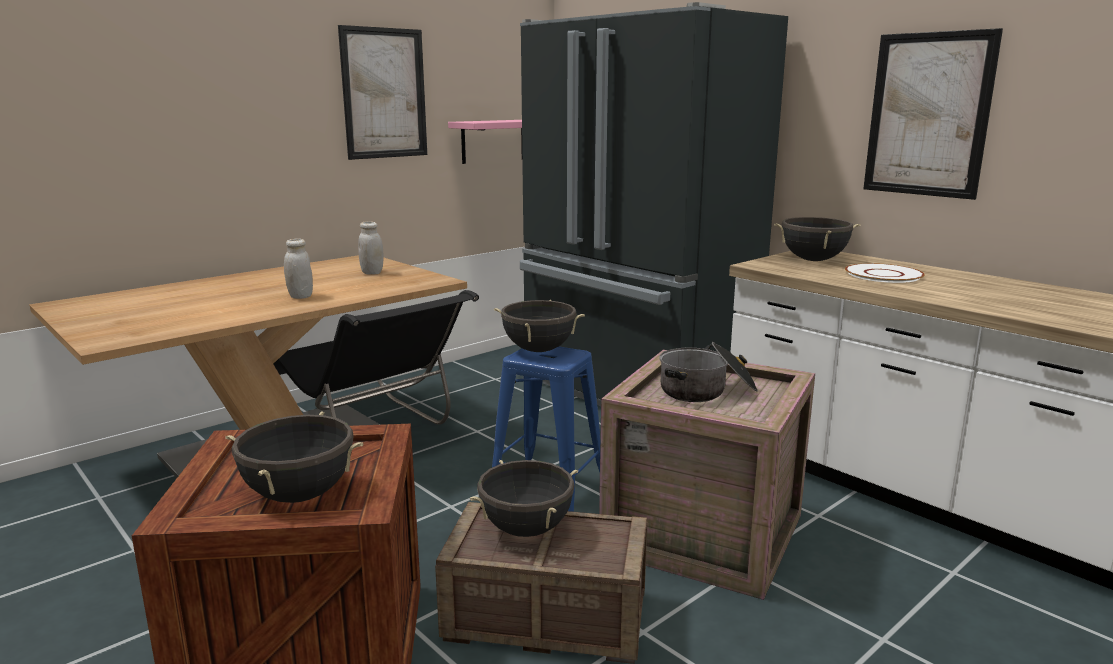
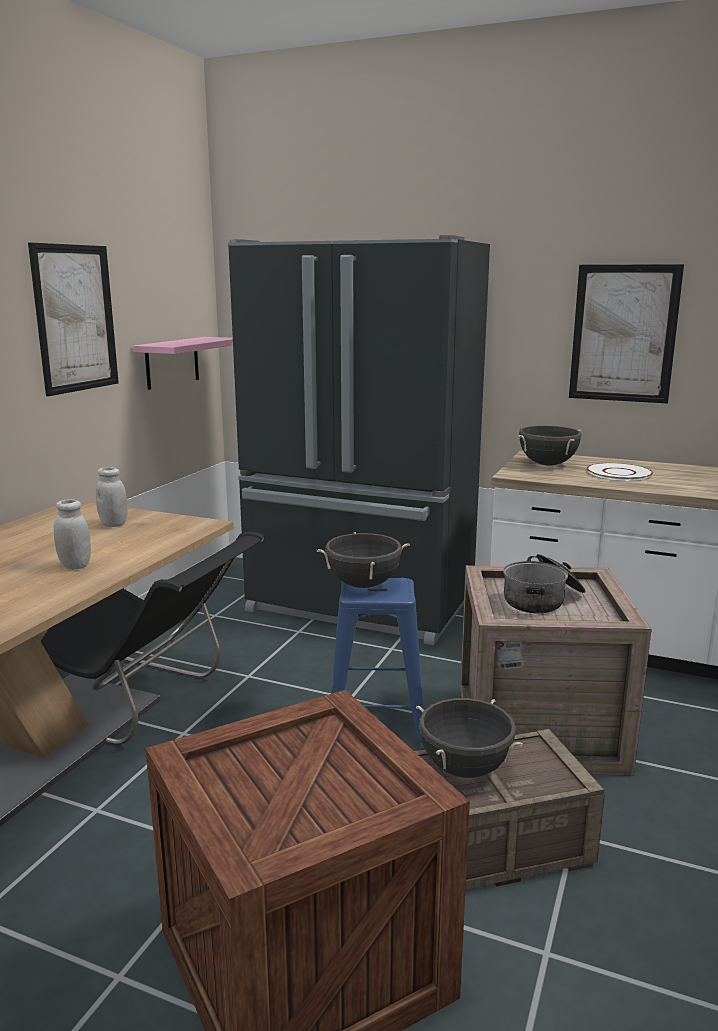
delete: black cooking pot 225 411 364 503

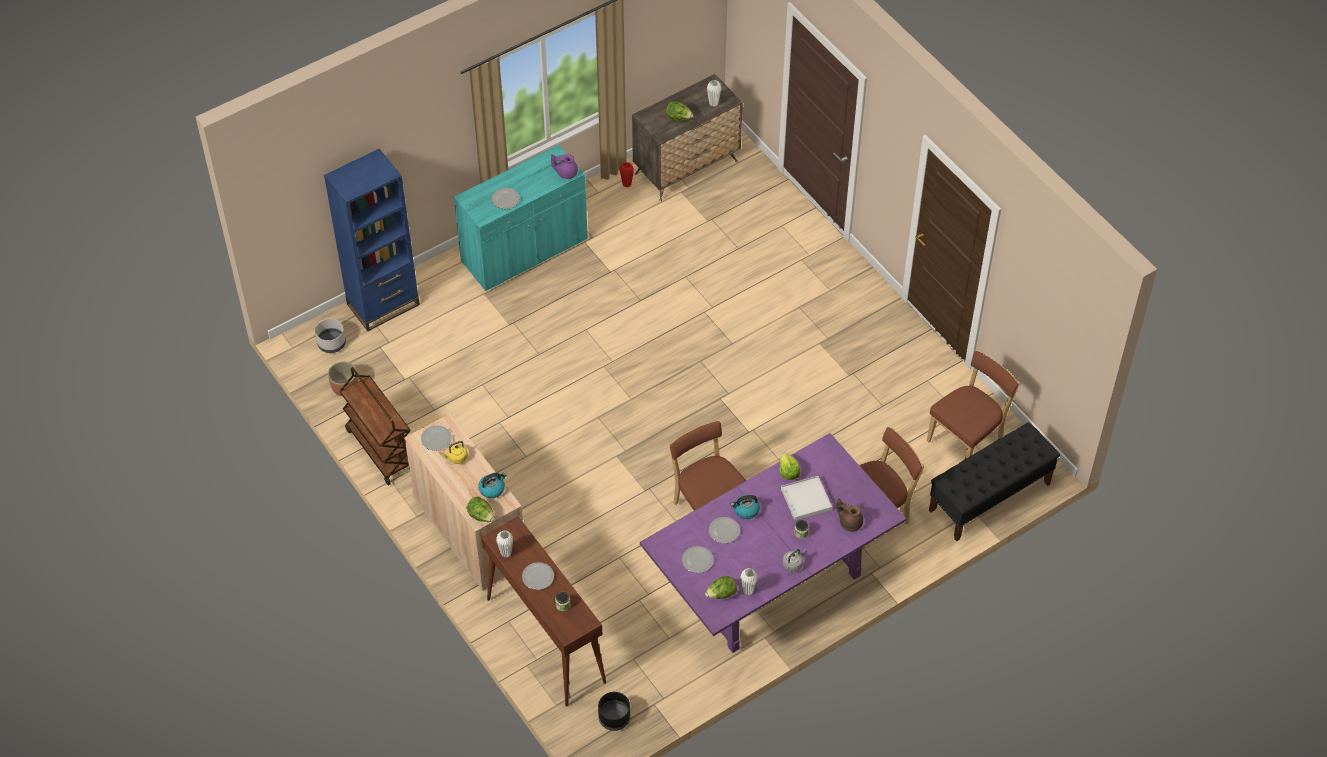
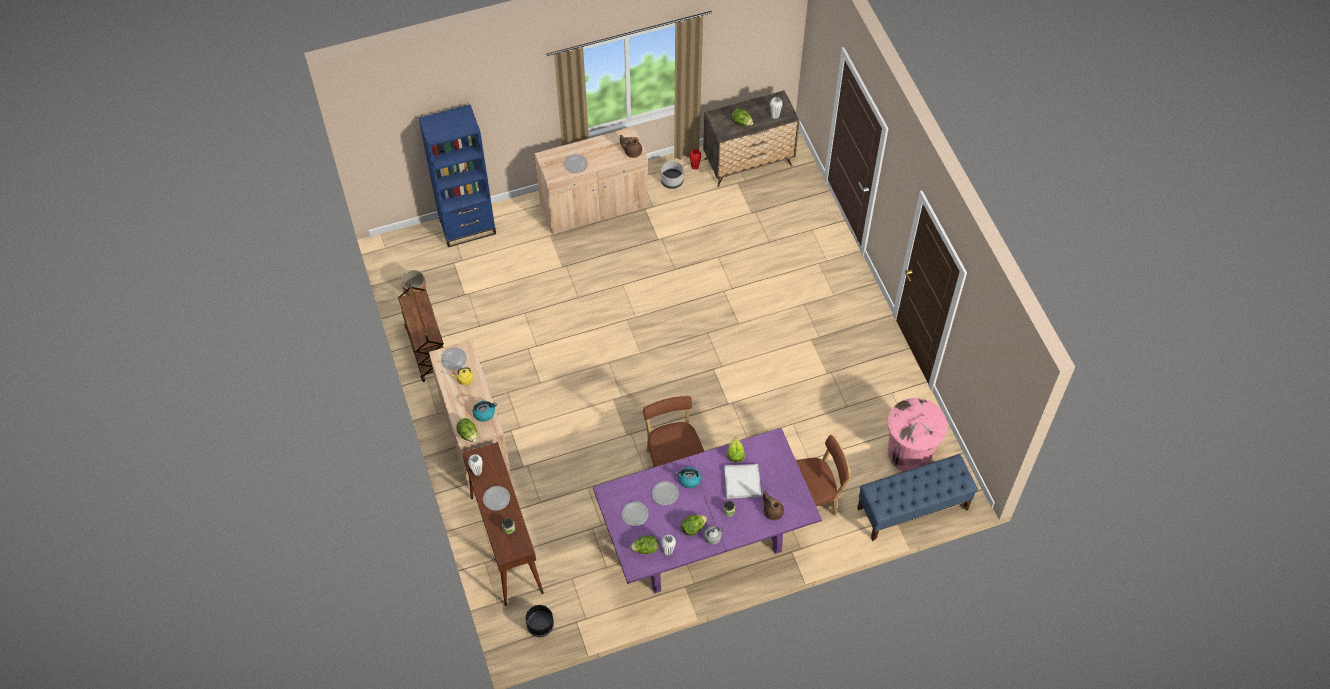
insert: lettuce 681 515 707 536
move: grey planter 315 319 346 353 to 661 161 684 189
replace: brown chair 927 351 1020 459 to pink trash can 888 398 947 472
recolor: turquoise cabinet 454 145 588 291 to beige cabinet 535 126 648 234; purple teapot 551 154 578 179 to brown teapot 620 135 642 158; black bench 929 422 1060 541 to blue bench 857 454 978 541

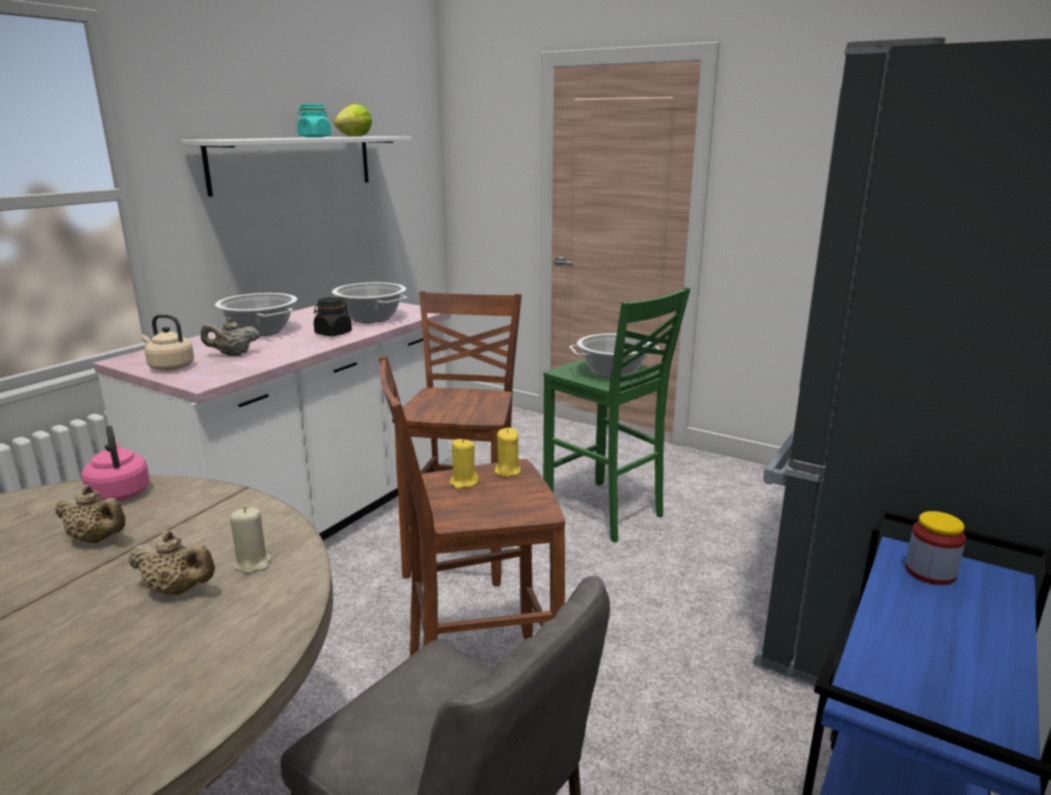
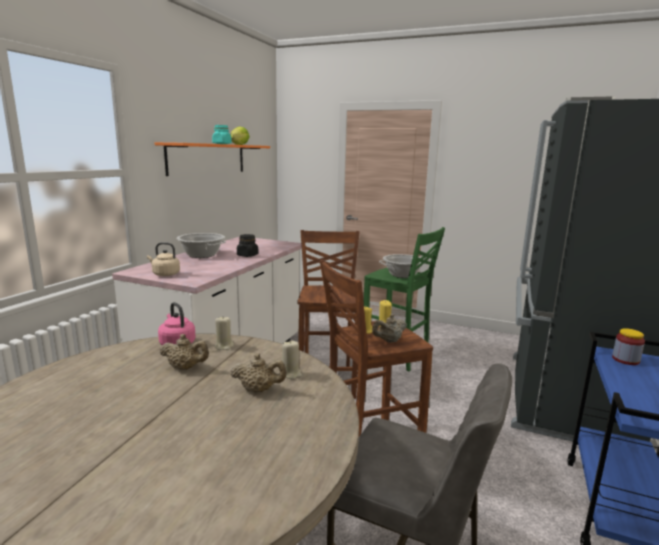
delete: cooking pot 332 282 407 323
insert: beige candle 215 317 234 350
move: beige teapot 201 318 260 356 to 372 314 407 342
recolor: white shelf 181 136 412 197 to orange shelf 155 142 270 176

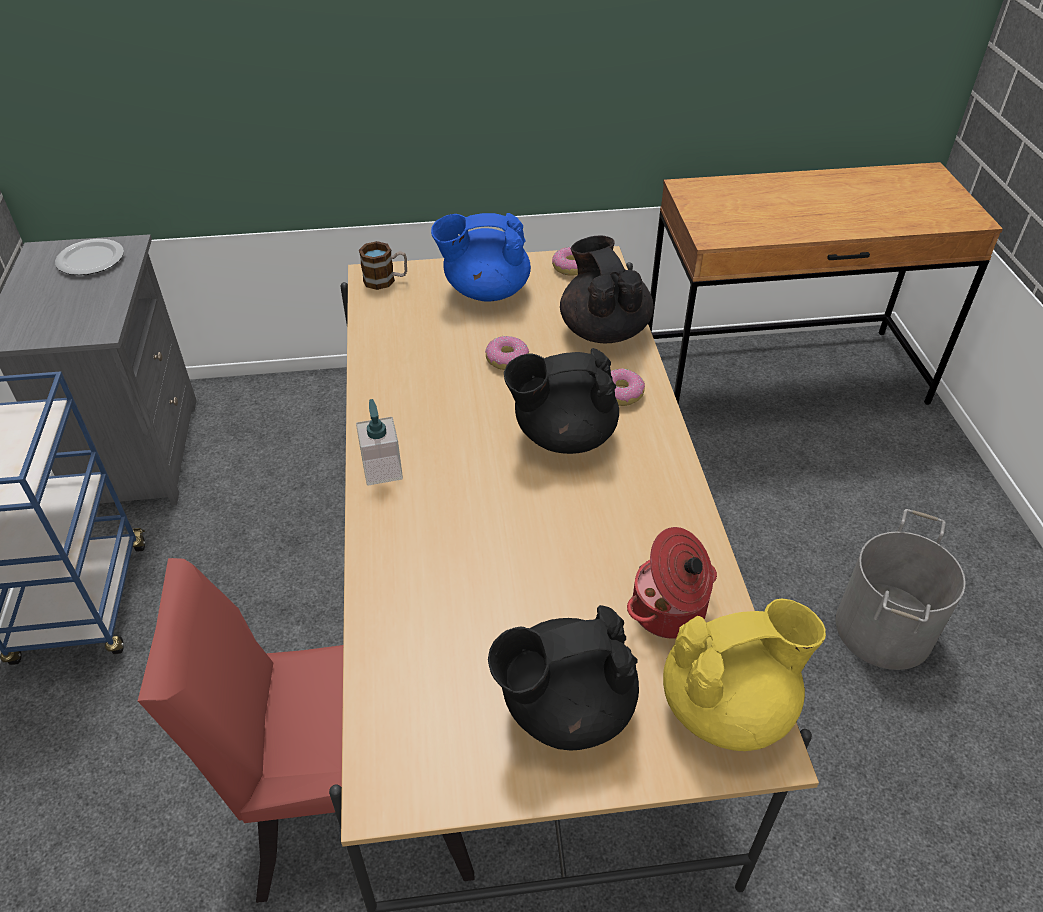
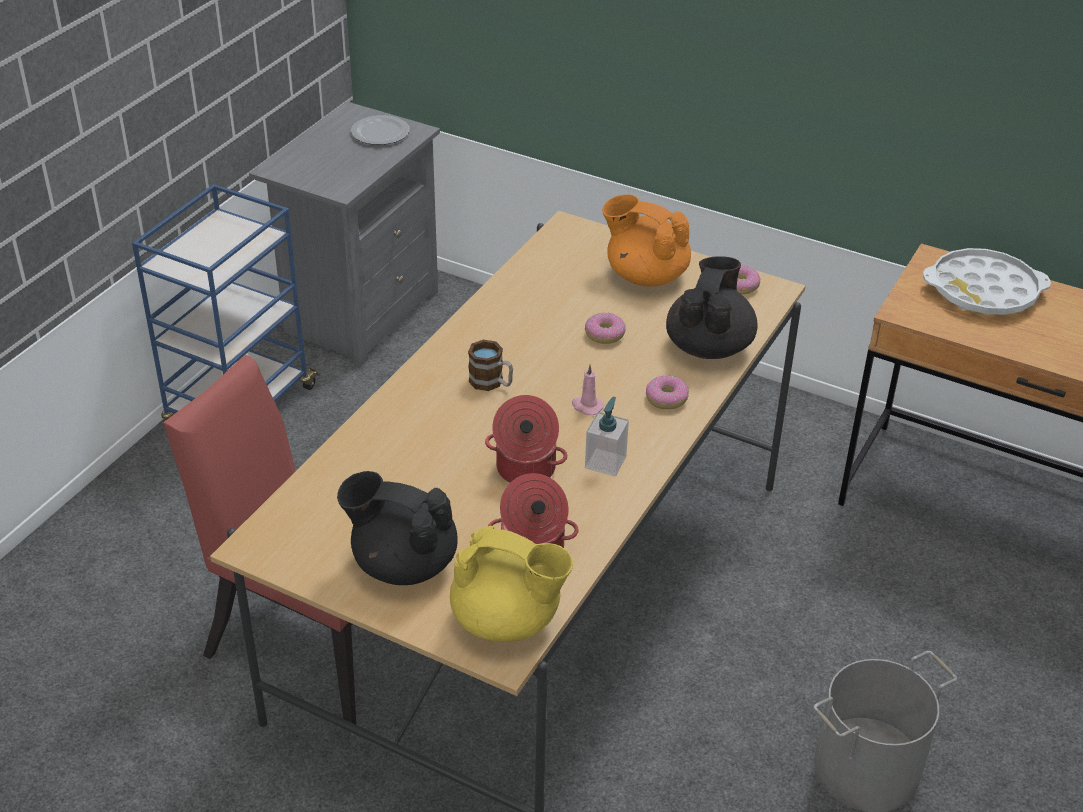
insert: cooking pot 485 395 567 483; white tray 923 248 1051 315
move: mug 359 241 407 290 to 468 340 513 391; soap dispenser 356 399 403 486 to 585 397 629 477
replace: black teapot 504 348 619 454 to pink candle 572 365 604 415
recolor: blue teapot 431 213 531 302 to orange teapot 602 194 691 286

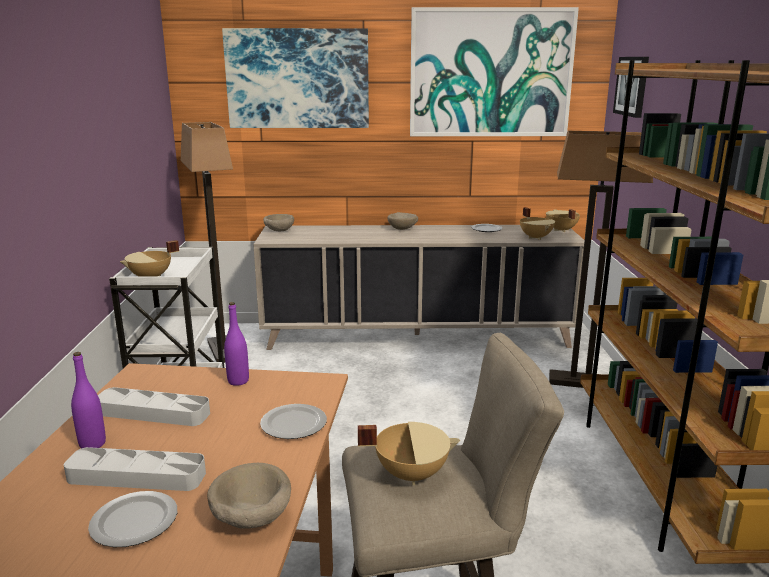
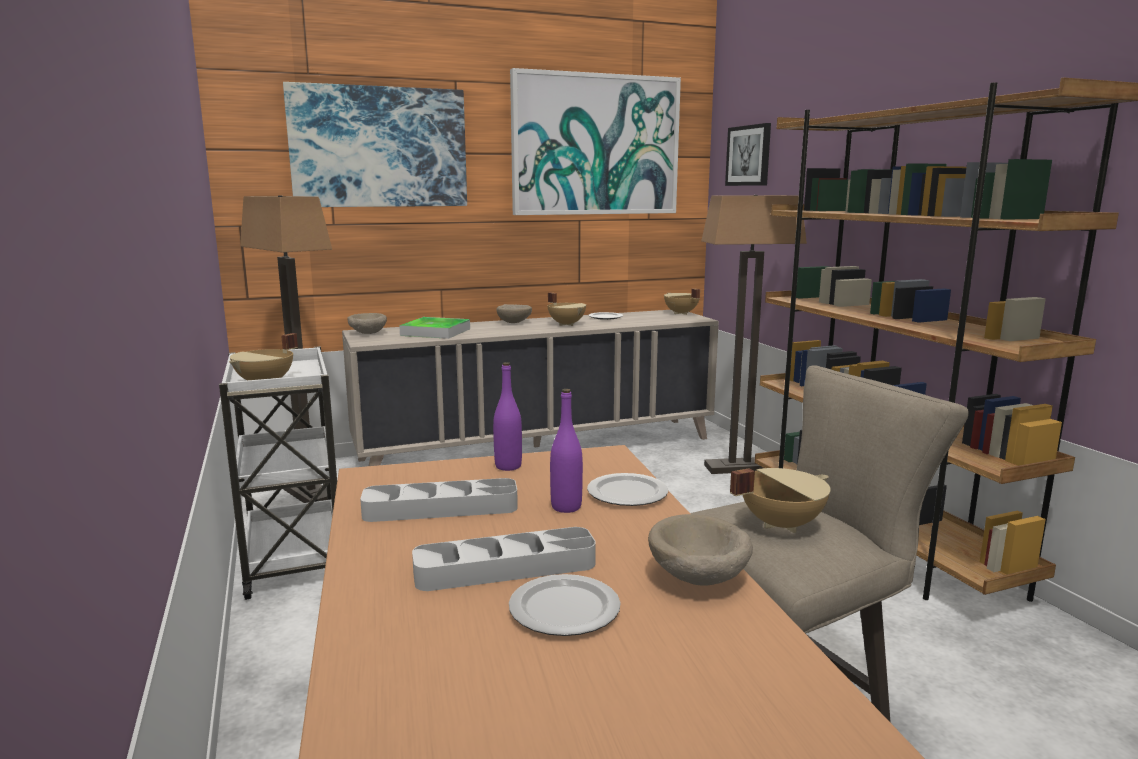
insert: tray 399 317 470 339
move: beige cooking pot 520 207 555 240 to 548 292 586 326; purple bottle 71 352 106 448 to 550 389 583 513

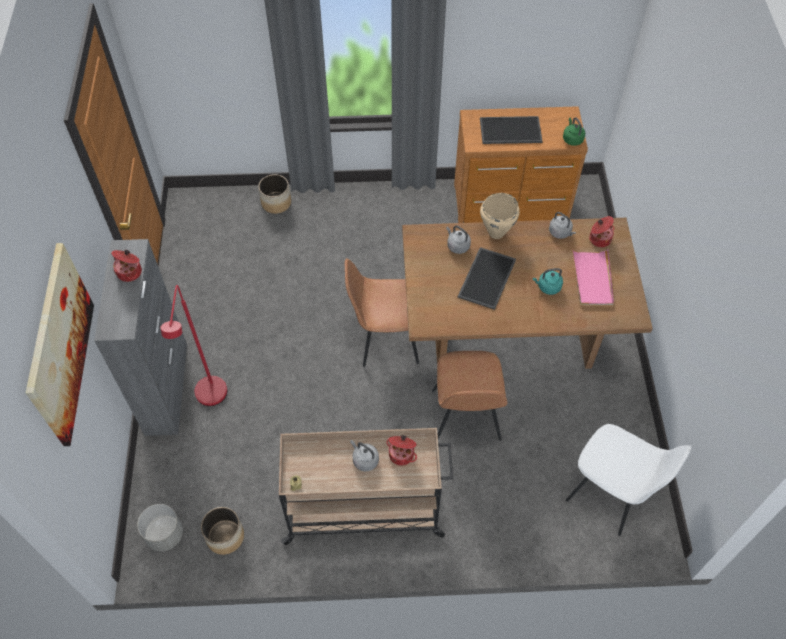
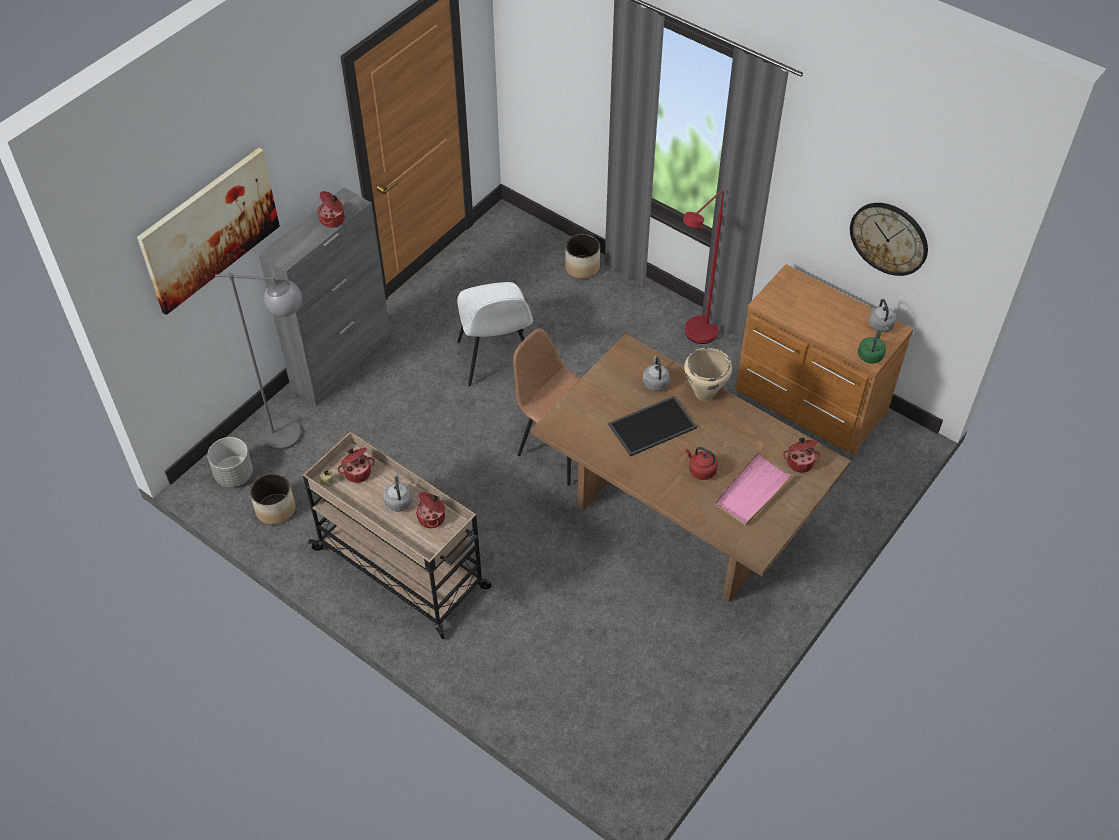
delete: brown chair 432 351 508 441; tray 480 116 543 144
insert: grey floor lamp 215 273 302 450; cooking pot 338 447 375 483; wall clock 850 203 928 276
move: white chair 566 424 691 536 to 457 282 533 386; red floor lamp 160 285 227 406 to 683 190 724 344; grey kettle 549 212 576 239 to 869 299 896 332
recolor: turquoise kettle 533 268 563 295 to red kettle 685 447 718 480

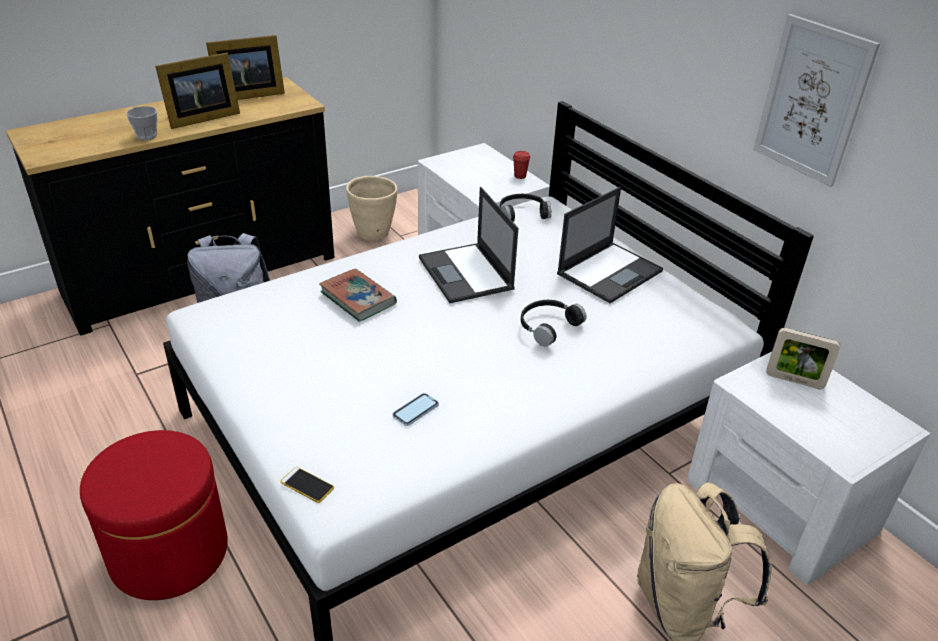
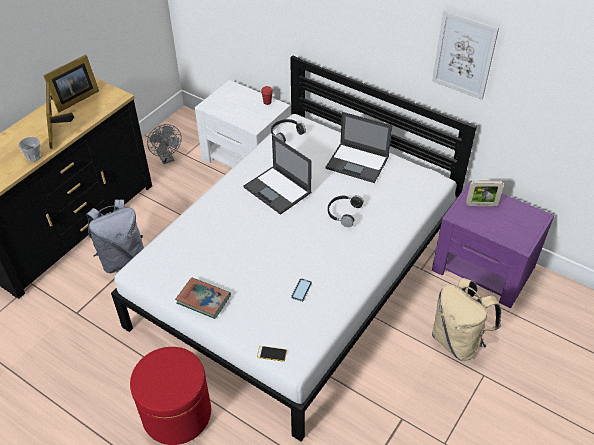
move: book 319 269 397 322 to 175 278 231 319
replace: beige planter 346 176 398 241 to grey fan 147 124 182 164
recolor: white nightstand 687 352 931 585 to purple nightstand 432 180 554 308
rotate: picture frame 155 53 240 129 = 46 82 75 149 135 degrees clockwise; laptop 557 187 663 304 = 326 112 392 183 90 degrees clockwise

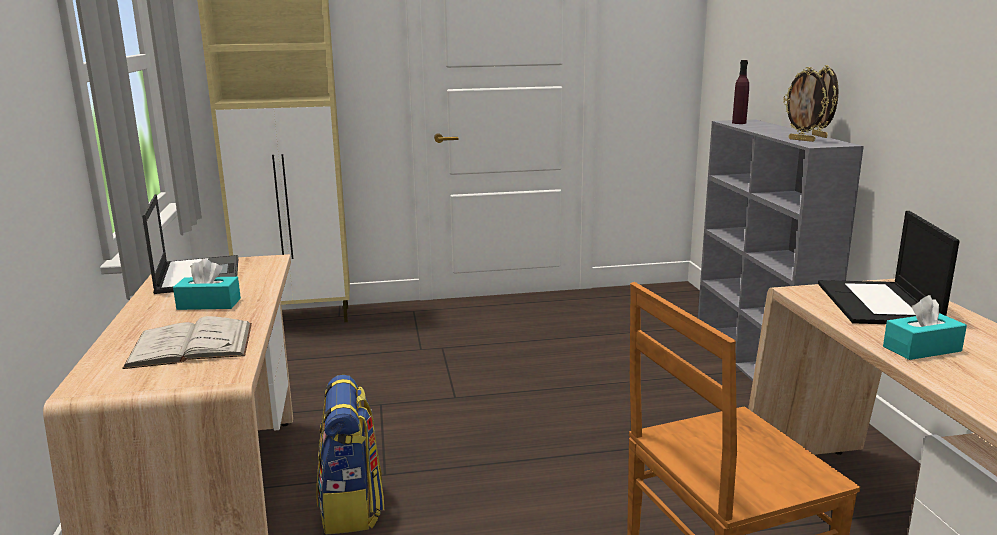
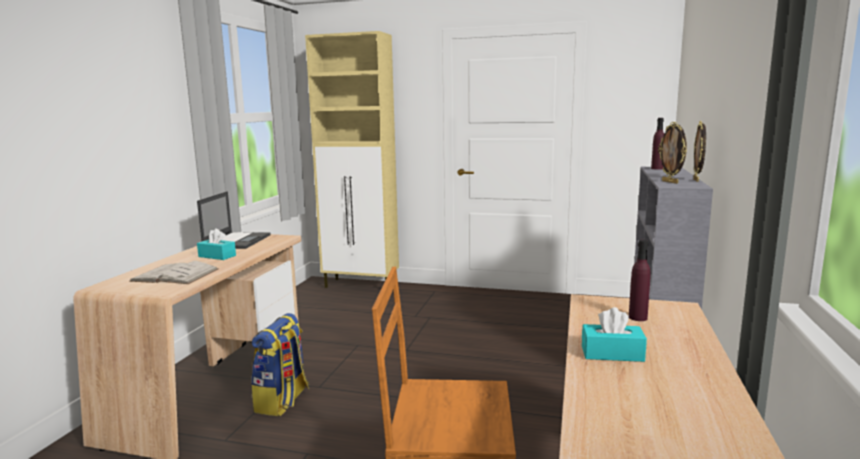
replace: laptop 818 211 960 324 to purple bottle 629 240 651 321

